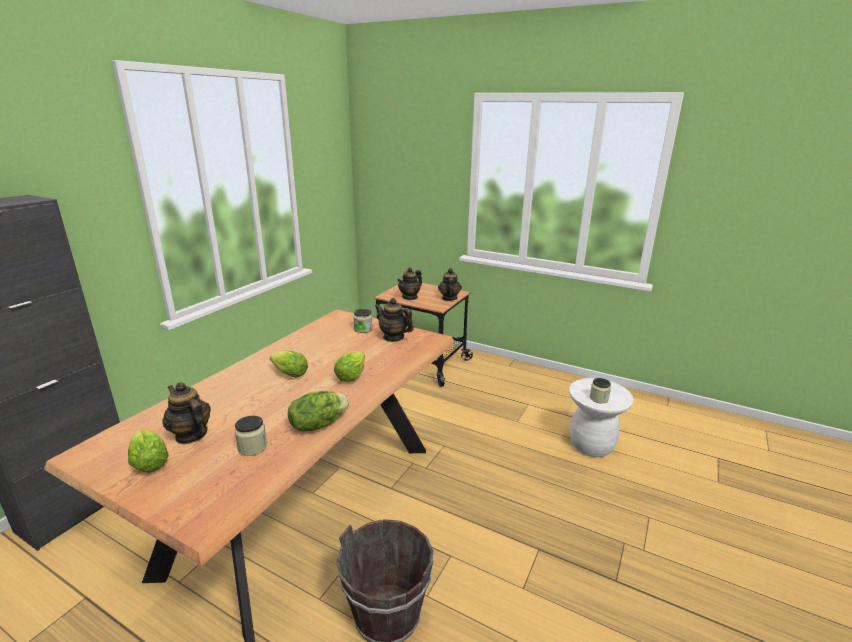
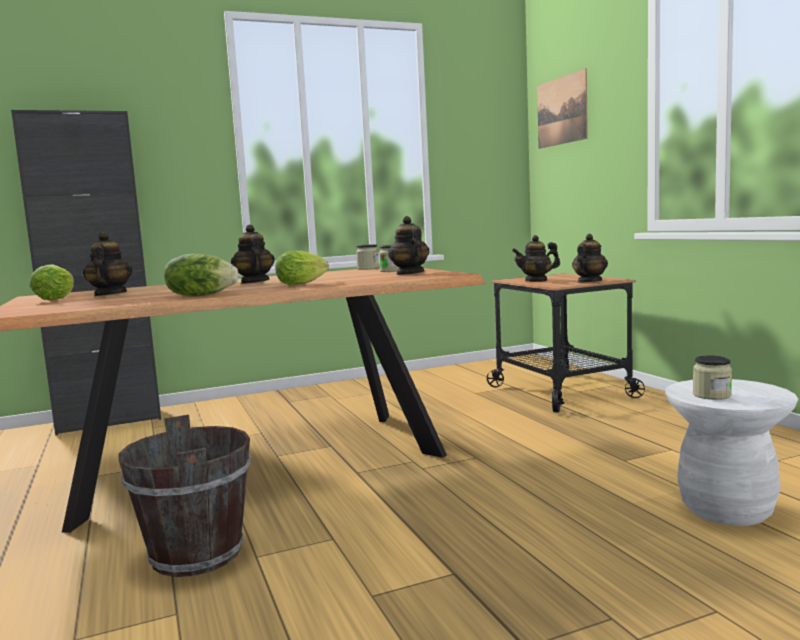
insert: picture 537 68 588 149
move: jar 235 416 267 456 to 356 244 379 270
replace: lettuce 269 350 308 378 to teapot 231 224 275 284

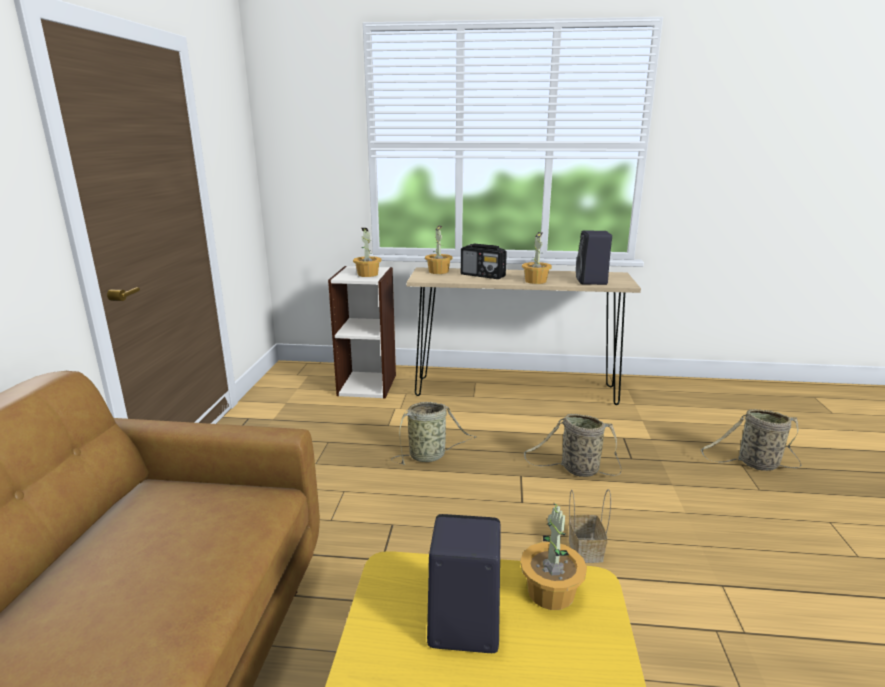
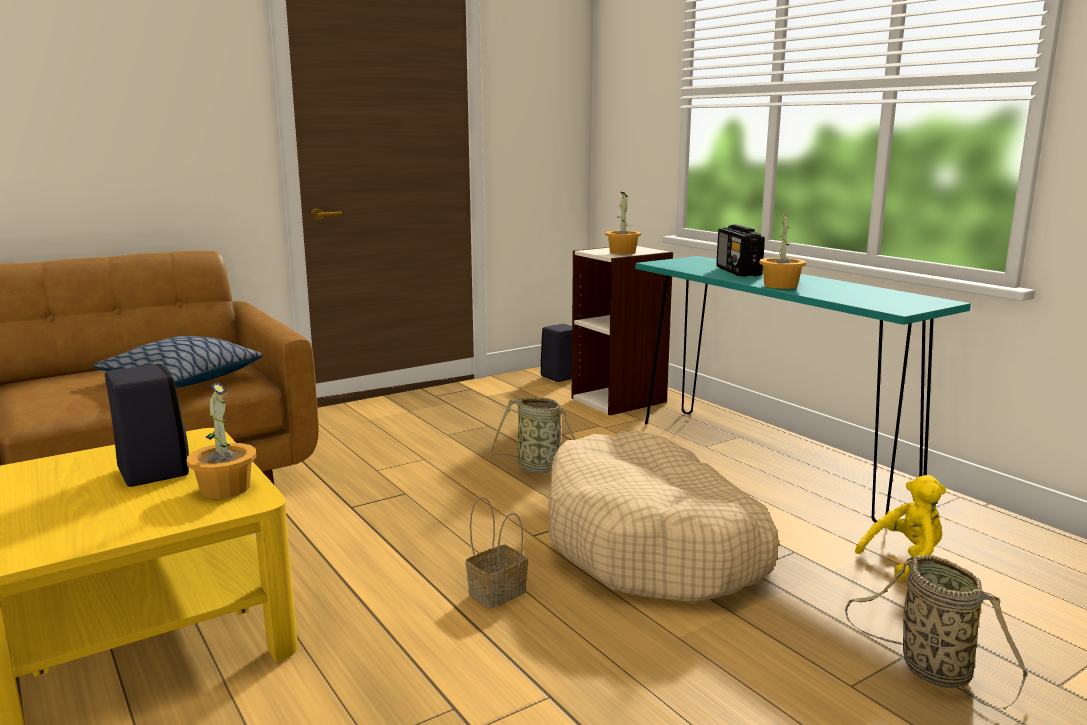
delete: potted plant 425 226 452 274
insert: pillow 94 335 263 388; yellow plush toy 855 475 946 581
move: black speaker 576 231 612 285 to 541 324 572 382
replace: basket 524 414 622 477 to beige dog bed 548 431 779 603
recolor: beige console table 406 267 641 405 to turquoise console table 635 256 971 523

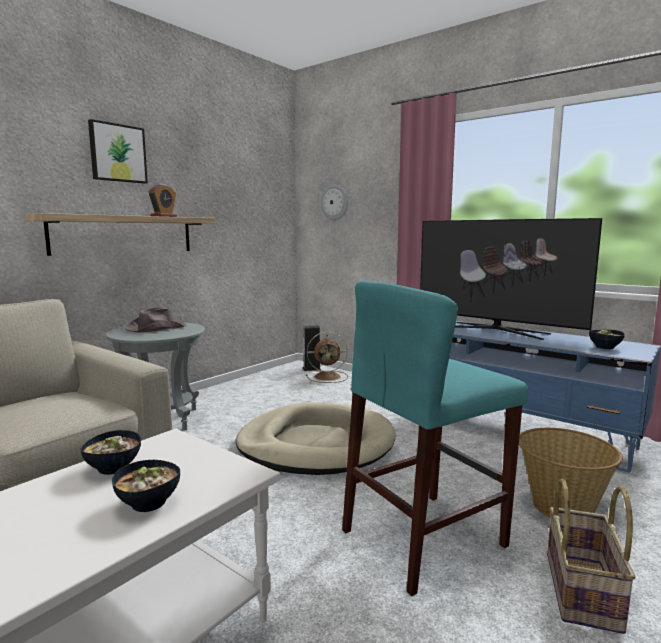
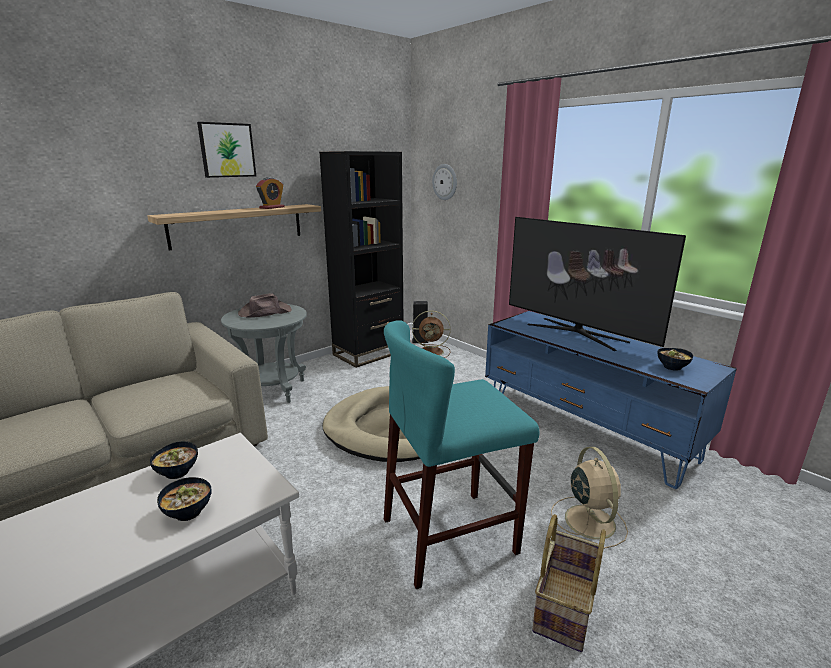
insert: black bookcase 319 151 403 368
replace: basket 519 428 623 518 to beige fan 551 447 628 549

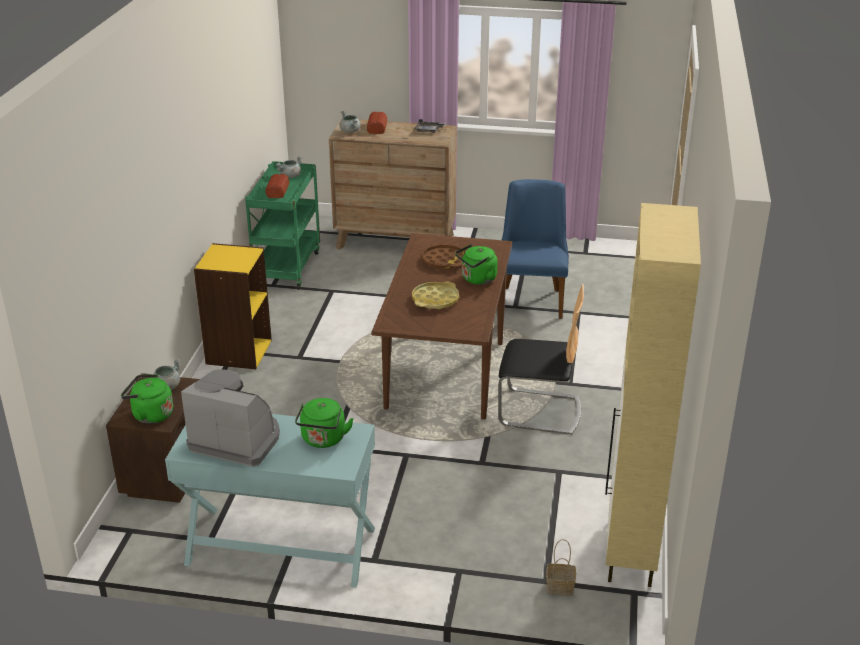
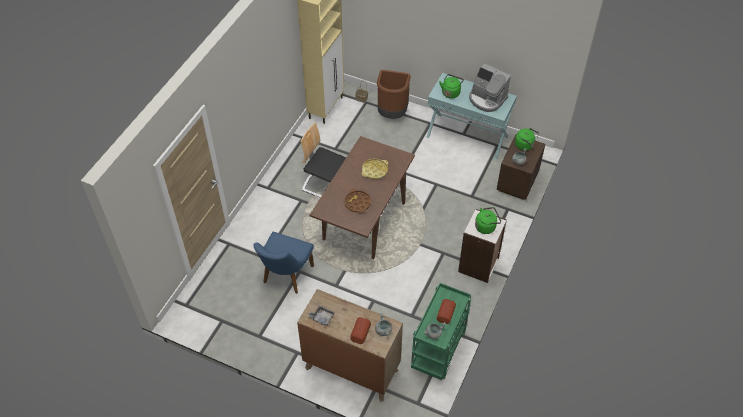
insert: brown trash can 377 70 411 119
move: green kettle 455 244 498 285 to 475 207 501 234
recolor: yellow bookcase 194 243 272 369 to white bookcase 458 209 507 283

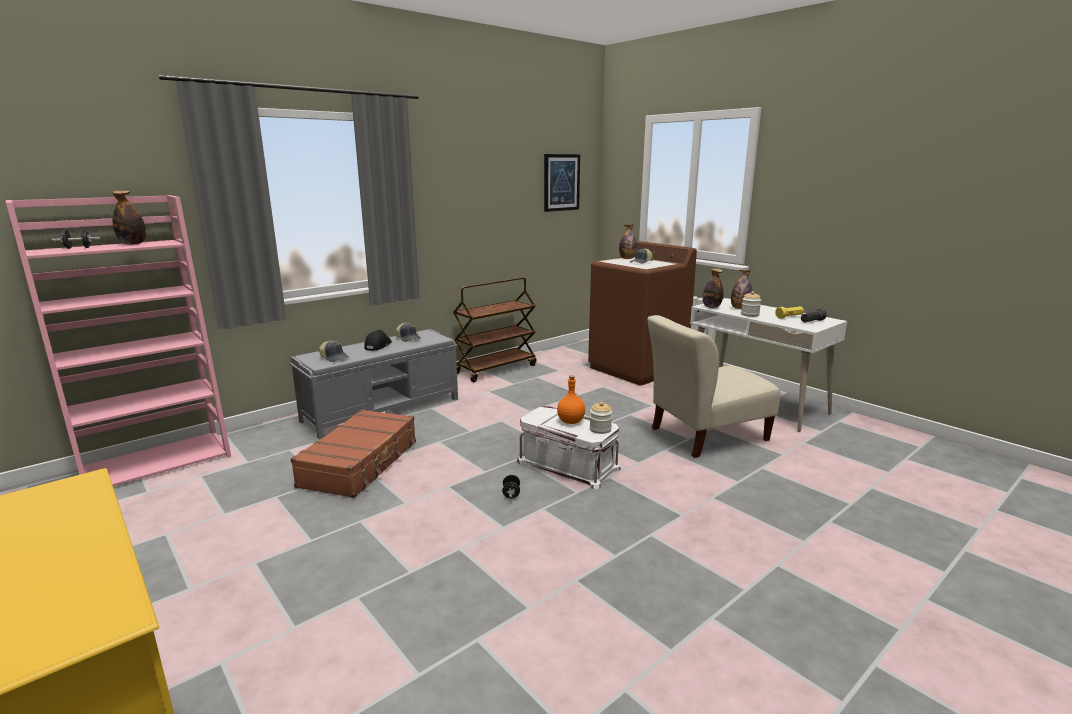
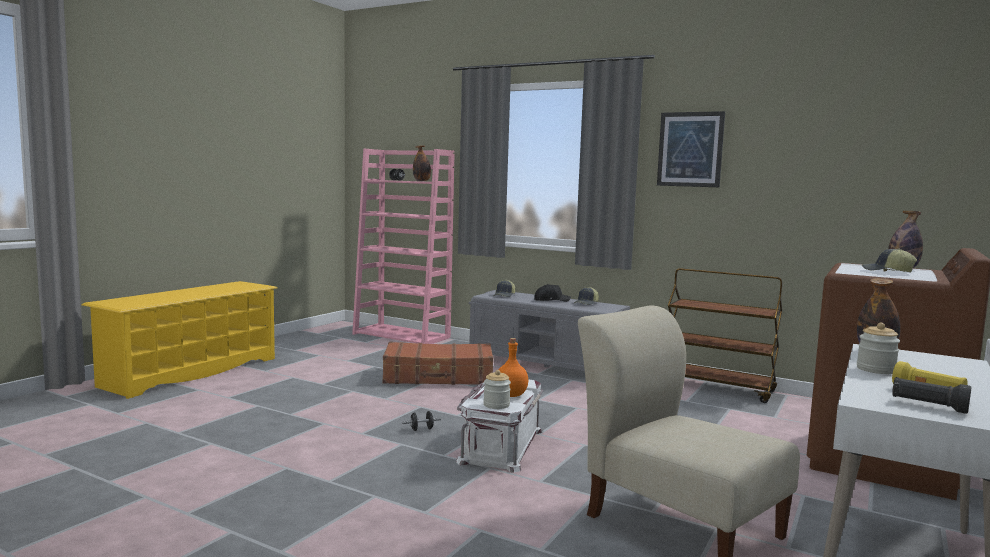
delete: bottle 731 270 752 309
move: picture 544 154 580 212 to 657 111 725 187

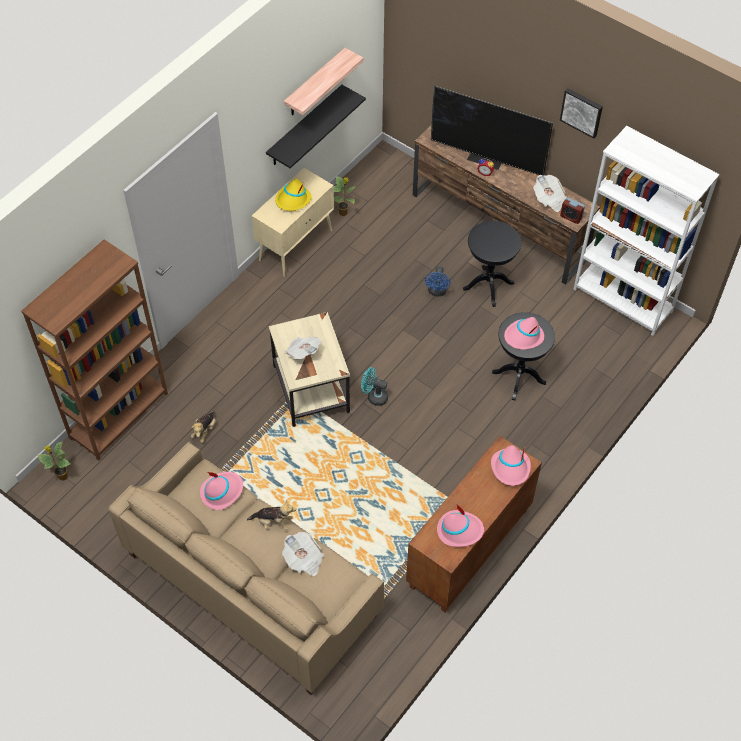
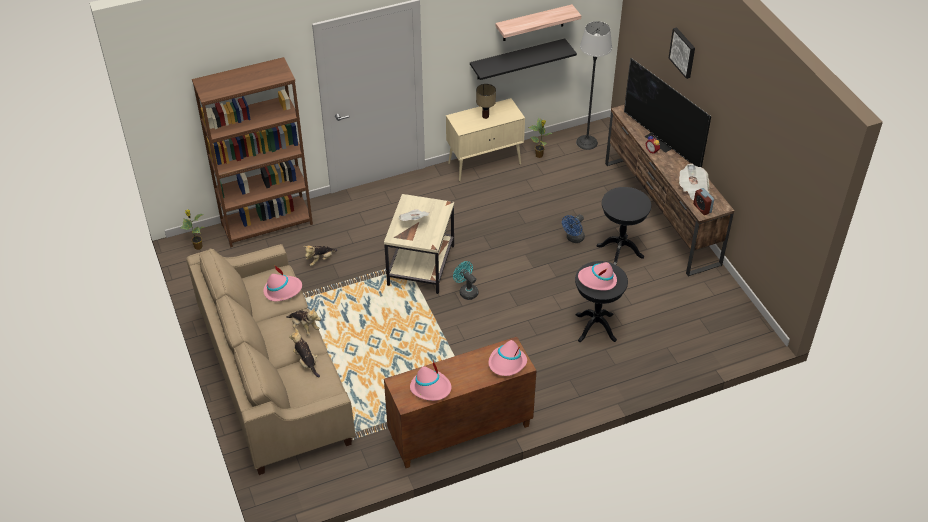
delete: white bookcase 573 126 720 336
insert: floor lamp 576 21 612 150
move: picture 560 88 603 139 to 669 28 695 79
replace: newspaper 282 532 324 576 to plush toy 289 328 320 377; yellow hat 275 179 312 211 to table lamp 476 84 496 119

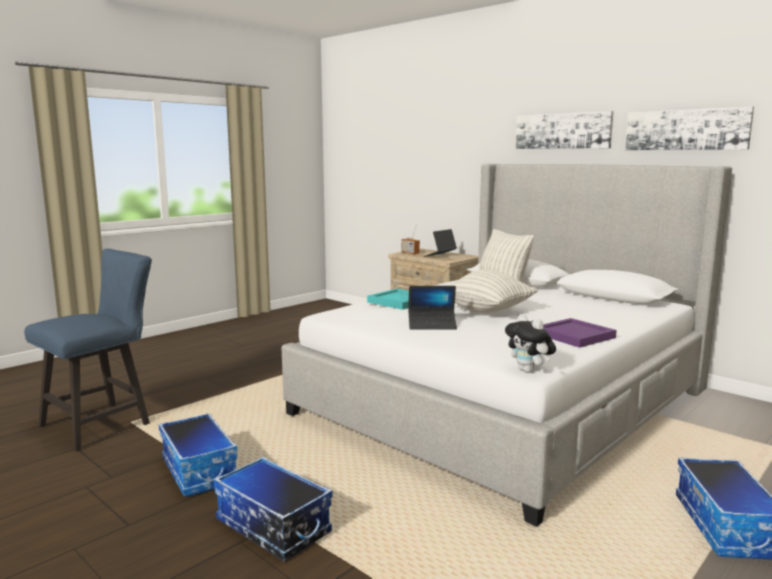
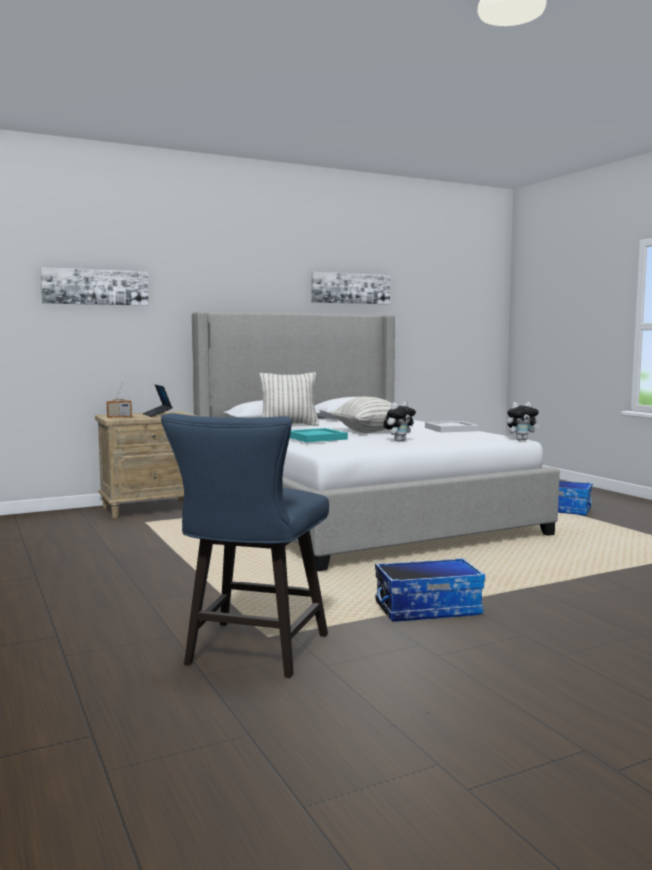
delete: storage box 214 457 332 561
move: picture 516 111 613 149 to 40 267 148 306
replace: laptop 409 286 457 329 to plush toy 384 402 416 442
recolor: purple tray 543 318 617 348 to white tray 425 421 479 433
rotate: blue chair 24 249 152 451 = 161 413 329 678 135 degrees counterclockwise

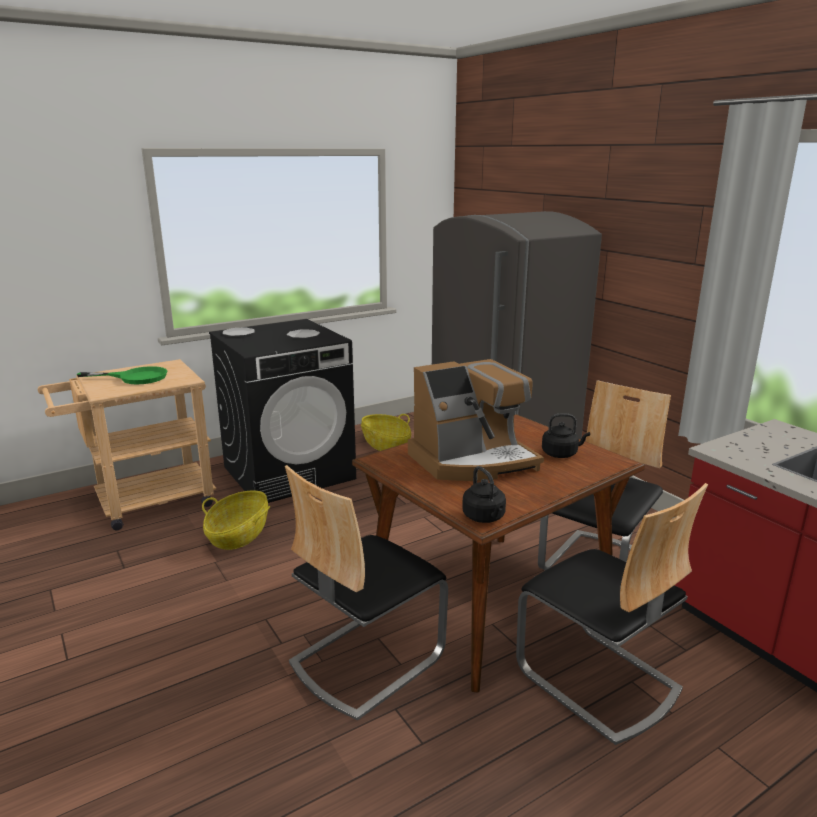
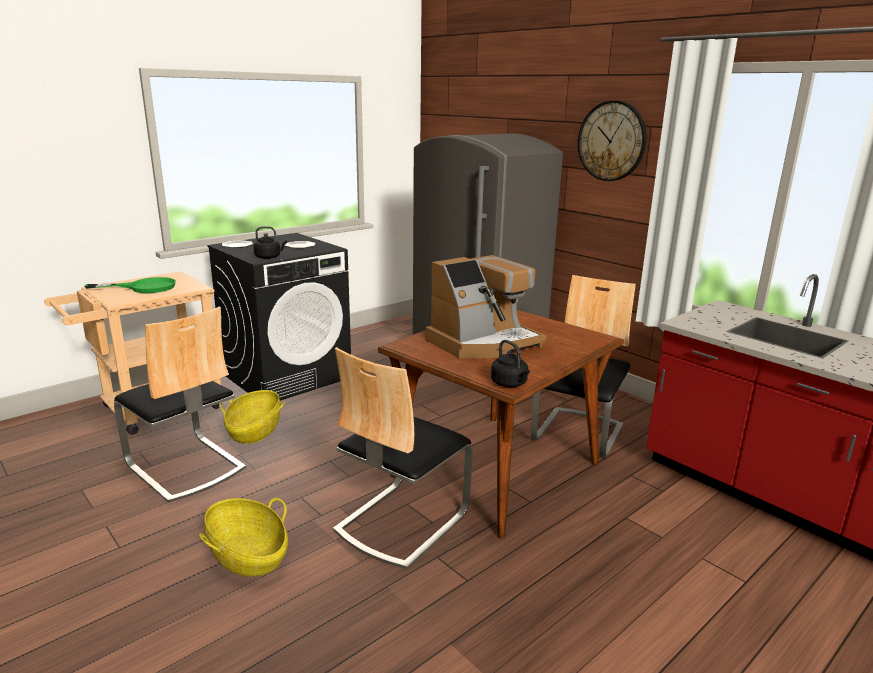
insert: wall clock 578 100 647 181
move: chair 516 483 708 745 to 114 306 246 503; basket 361 414 411 451 to 199 498 288 577; black kettle 542 414 590 458 to 254 226 287 259

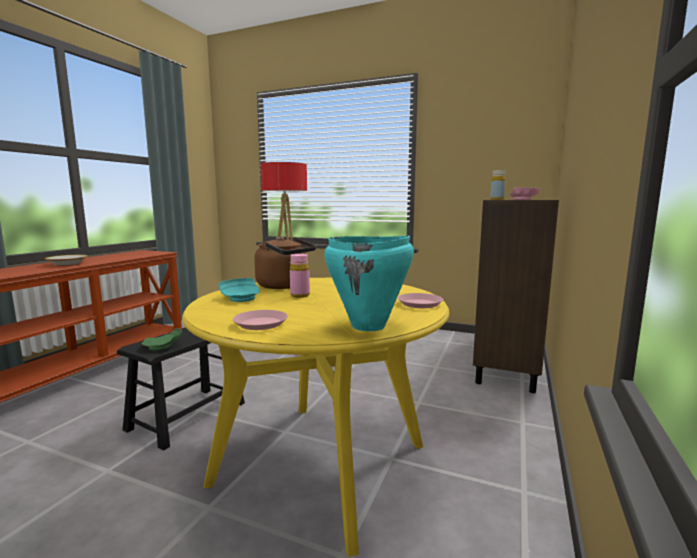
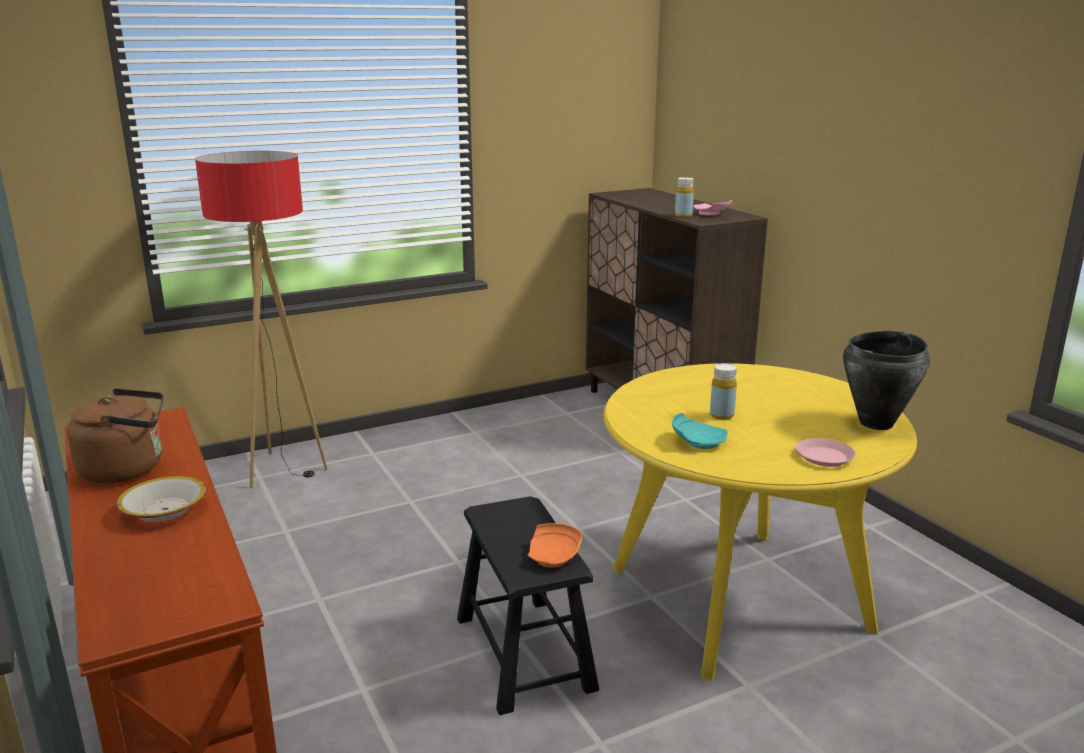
delete: pink plate 397 293 443 308
move: brown kettle 254 236 316 289 to 67 388 164 483
recolor: green plate 141 328 182 351 to orange plate 527 523 582 568; pink bottle 290 254 310 298 to yellow bottle 710 363 737 420; turquoise cooking pot 324 236 414 331 to black cooking pot 843 331 930 430

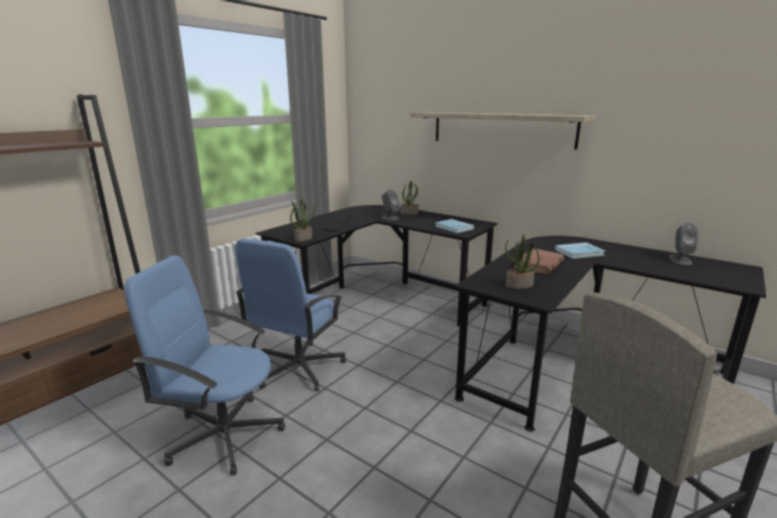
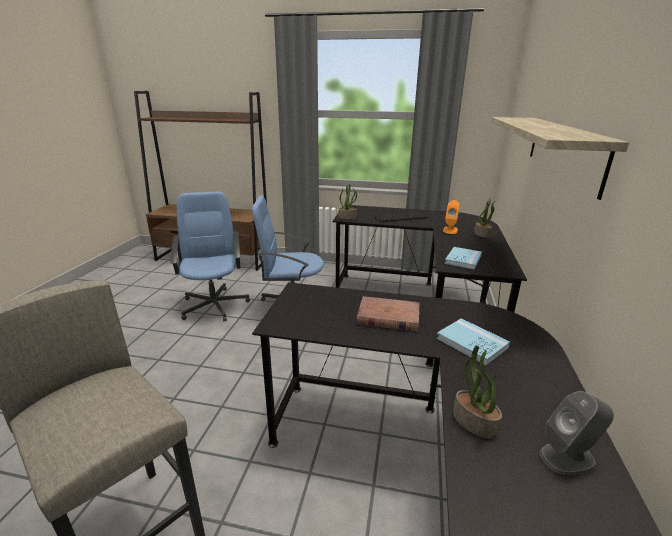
move: potted plant 505 234 540 289 to 453 346 502 439
recolor: grey speaker 381 190 400 220 to orange speaker 443 200 460 234

